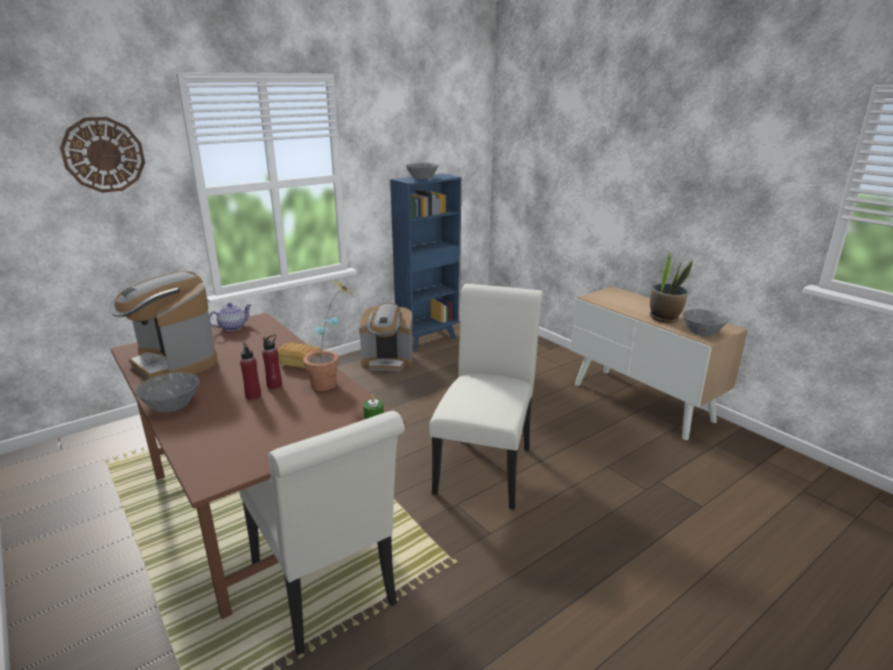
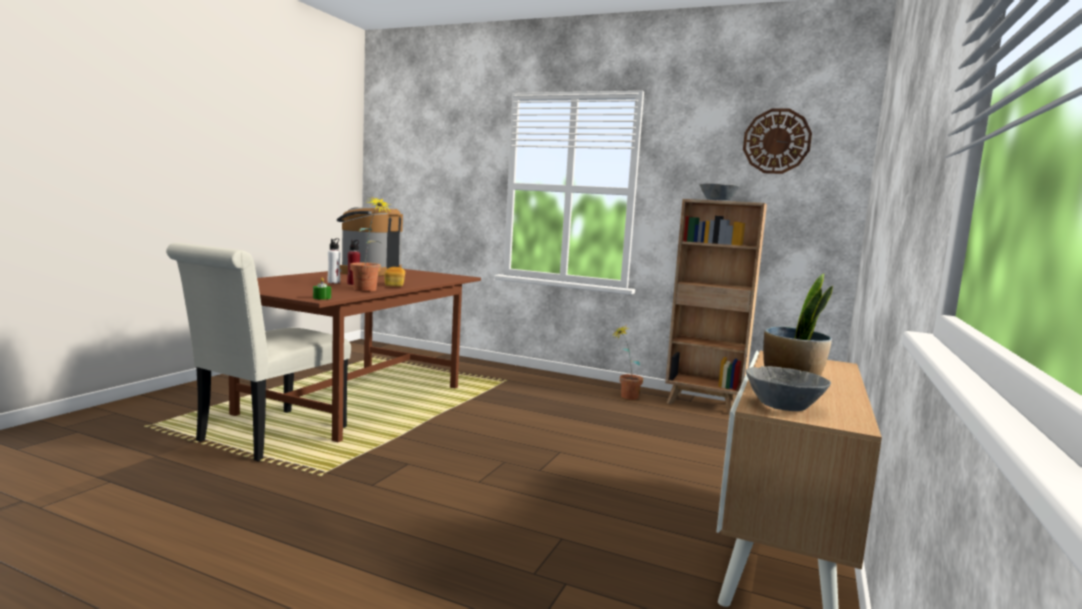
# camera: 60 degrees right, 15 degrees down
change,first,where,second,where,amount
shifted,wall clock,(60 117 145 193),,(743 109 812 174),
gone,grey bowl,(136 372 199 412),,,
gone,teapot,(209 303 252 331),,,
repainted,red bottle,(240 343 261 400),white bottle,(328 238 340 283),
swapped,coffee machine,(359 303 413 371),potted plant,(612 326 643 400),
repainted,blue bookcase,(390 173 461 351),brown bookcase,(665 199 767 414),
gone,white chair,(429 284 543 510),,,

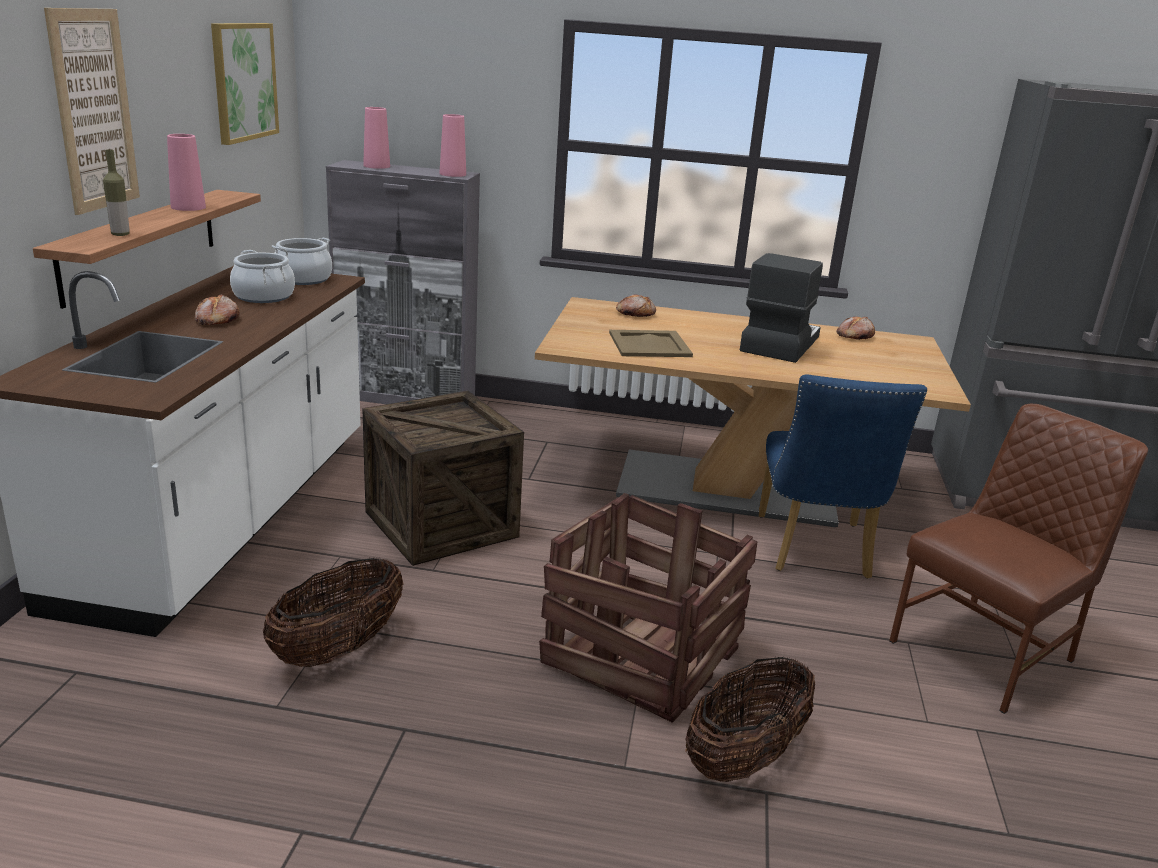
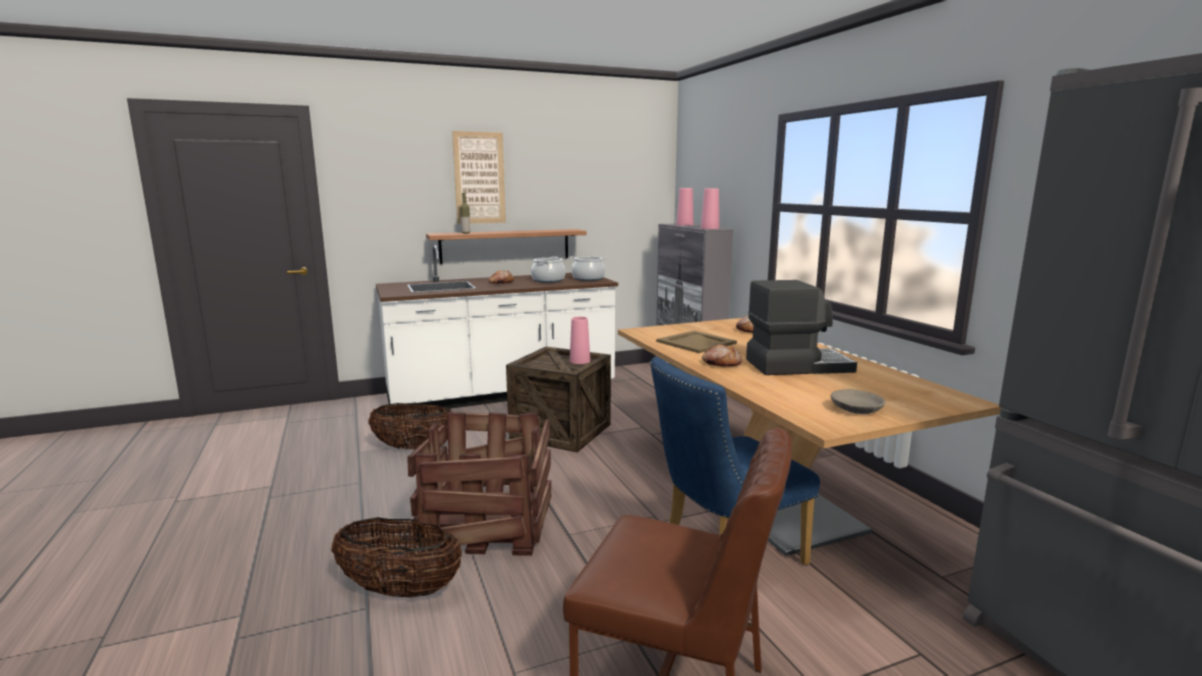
# camera: 60 degrees right, 10 degrees down
change,first,where,second,where,amount
shifted,pink vase,(167 134 206 211),,(570 317 590 364),
gone,picture,(211 23 279 145),,,
shifted,bread,(837 316 875 340),,(702 344 742 367),
new,,,grey bowl,(831 389 885 414),

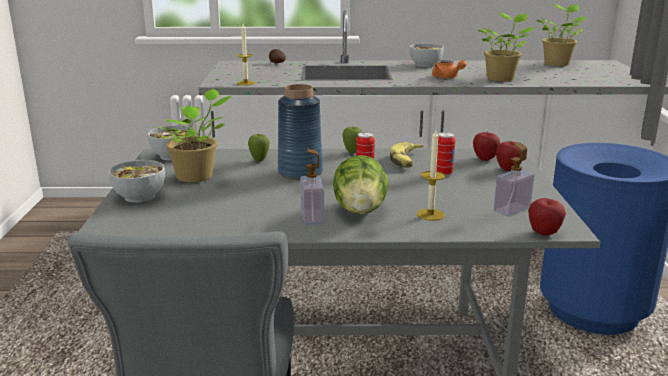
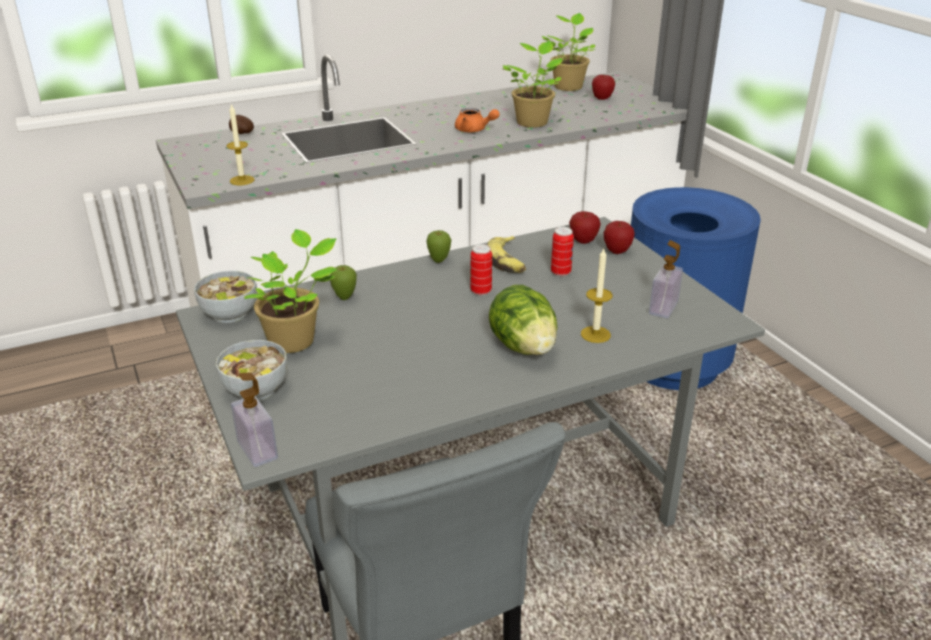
# camera: 25 degrees left, 10 degrees up
change,first,where,second,where,amount
gone,blue vase,(278 84 323 180),,,
shifted,soap dispenser,(300 149 324 225),,(231 373 278 467),
gone,bowl,(410 44 444 67),,,
shifted,apple,(528 198 566 236),,(592 75 615 100),

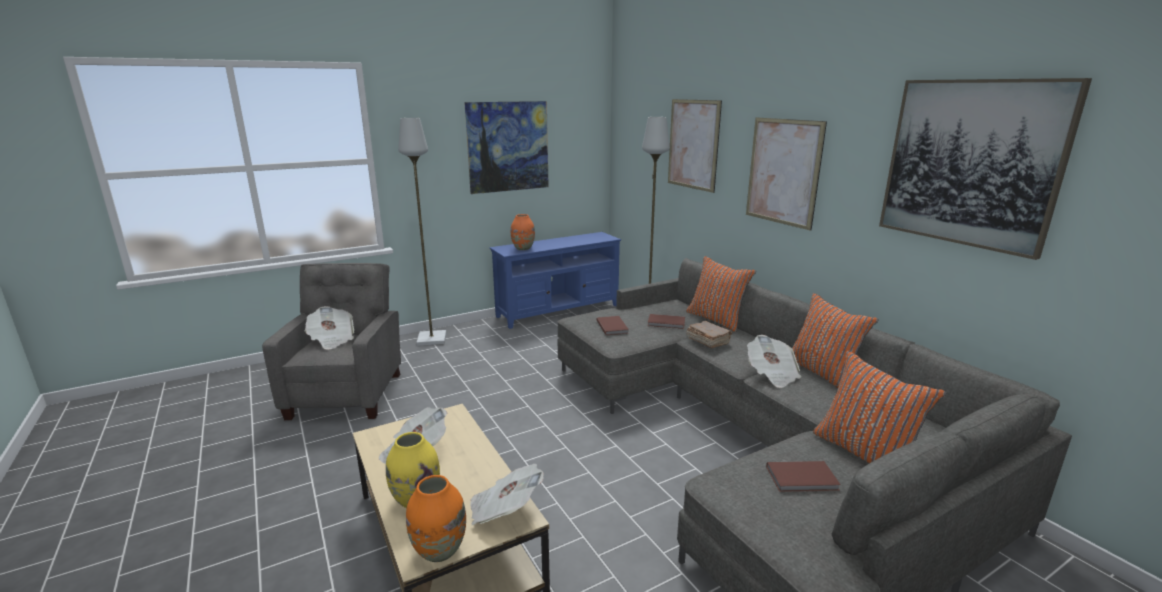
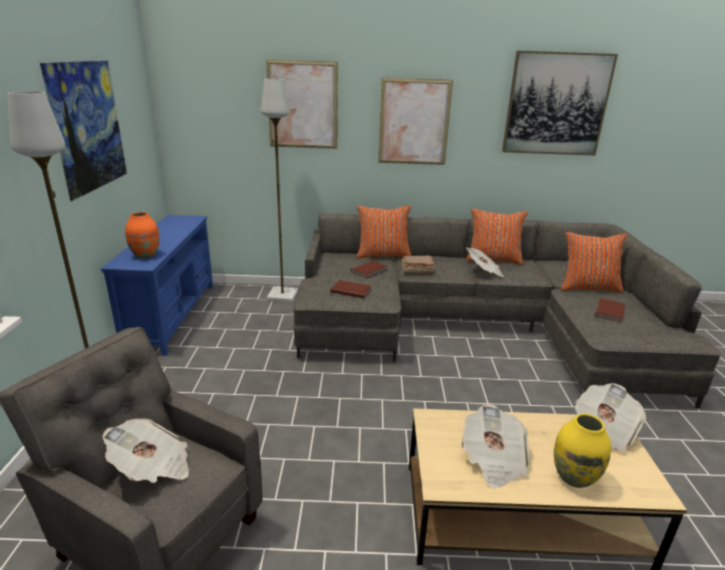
# camera: 60 degrees left, 5 degrees up
change,first,where,second,where,amount
gone,orange vase,(406 475 466 562),,,

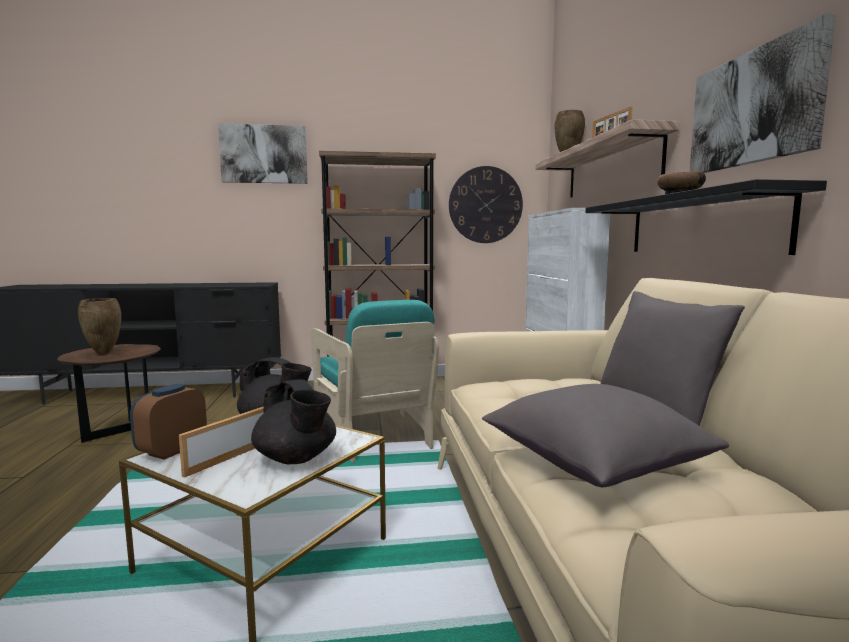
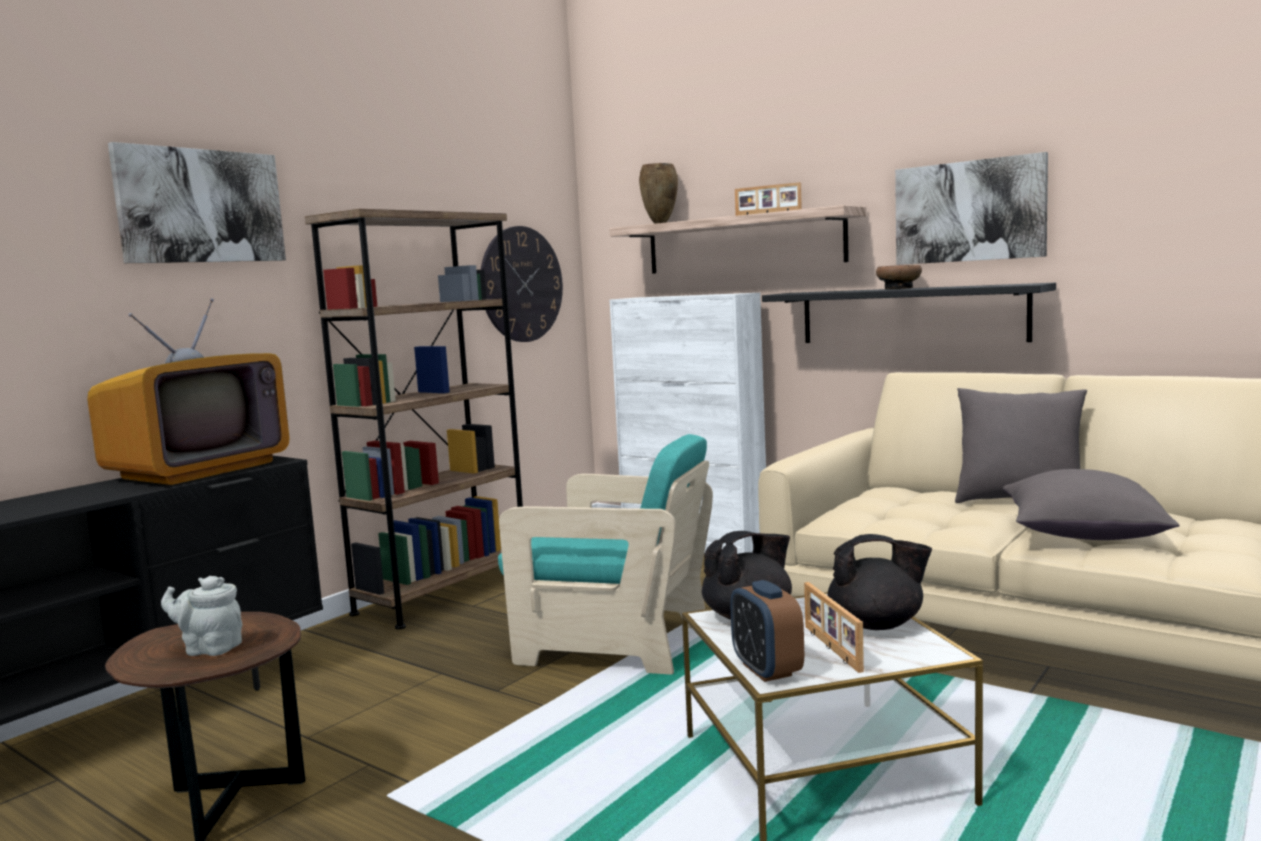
# camera: 45 degrees left, 0 degrees up
change,first,where,second,where,amount
swapped,brown vase,(78 298 121 355),grey teapot,(161 576 242 656),
new,,,television,(87 298 289 485),

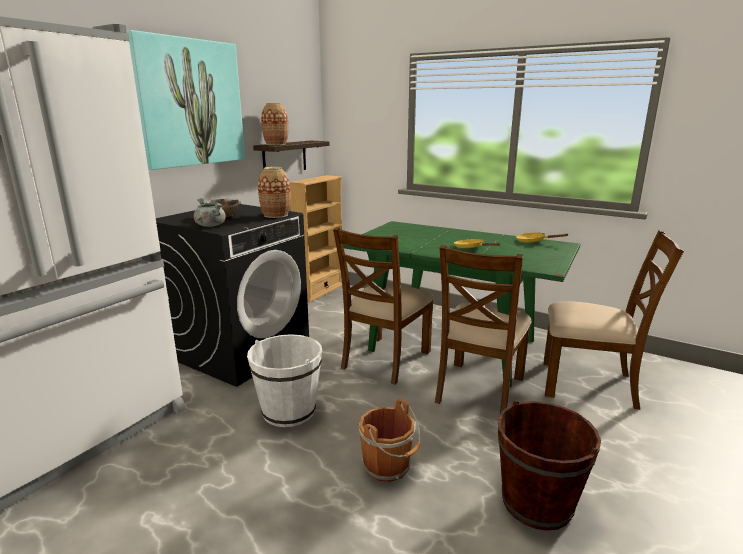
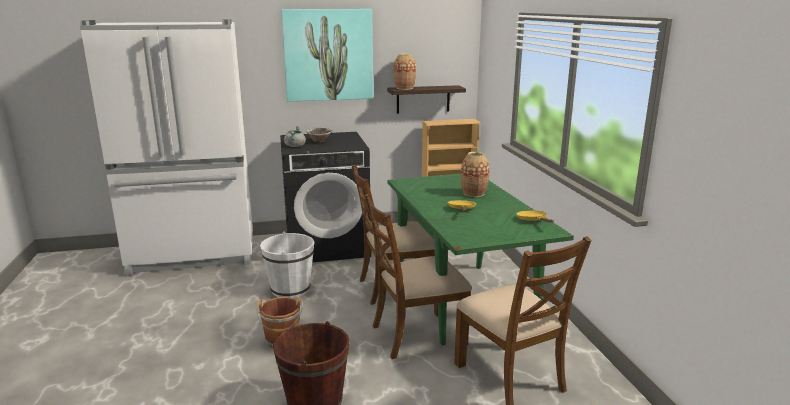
# camera: 45 degrees right, 0 degrees up
change,first,where,second,where,amount
shifted,vase,(258 167 291 218),,(461 152 490 197),

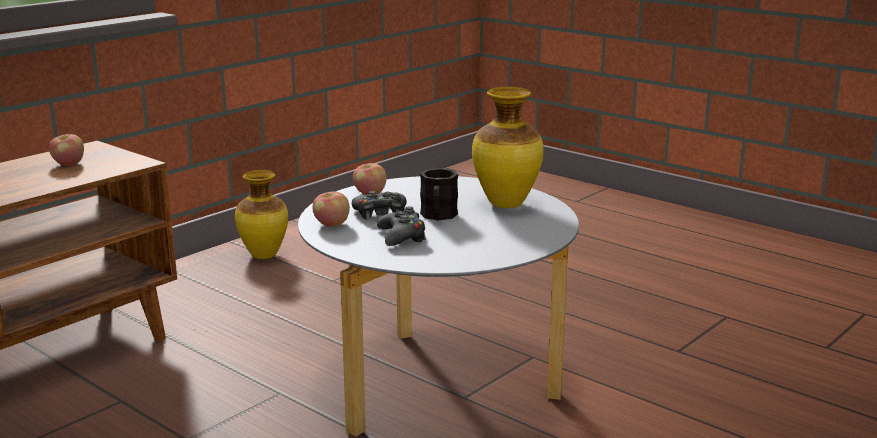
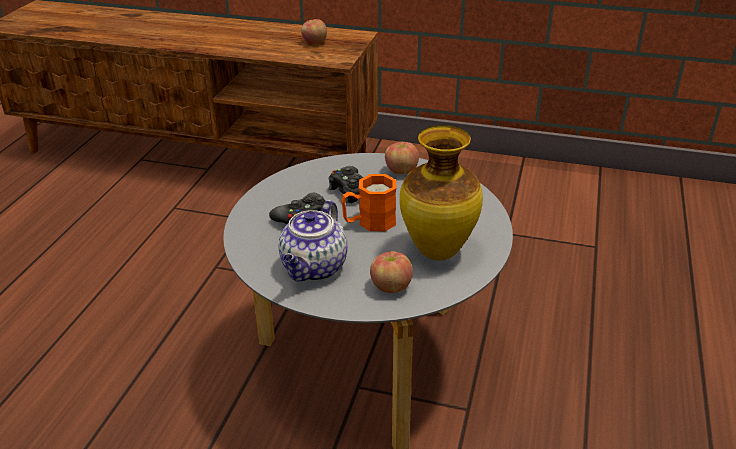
# camera: 65 degrees right, 15 degrees up
change,first,where,second,where,amount
gone,vase,(235 170 288 259),,,
shifted,apple,(313 192 350 227),,(370 251 413 293),
repainted,black mug,(420 168 458 220),orange mug,(341 174 396 231),
new,,,teapot,(278 200 348 282),

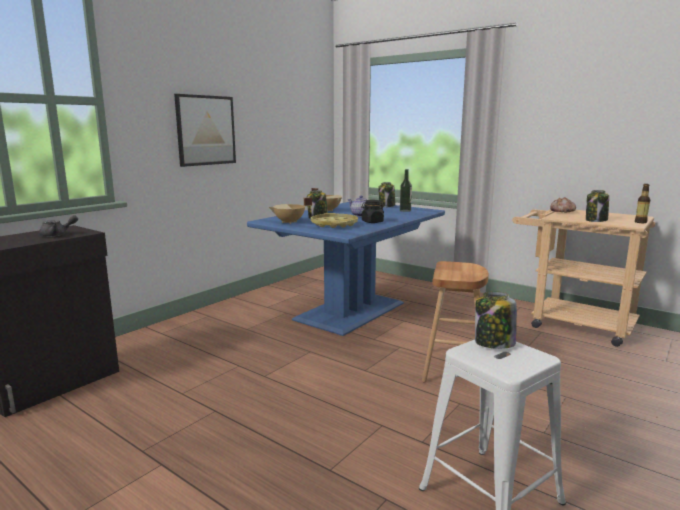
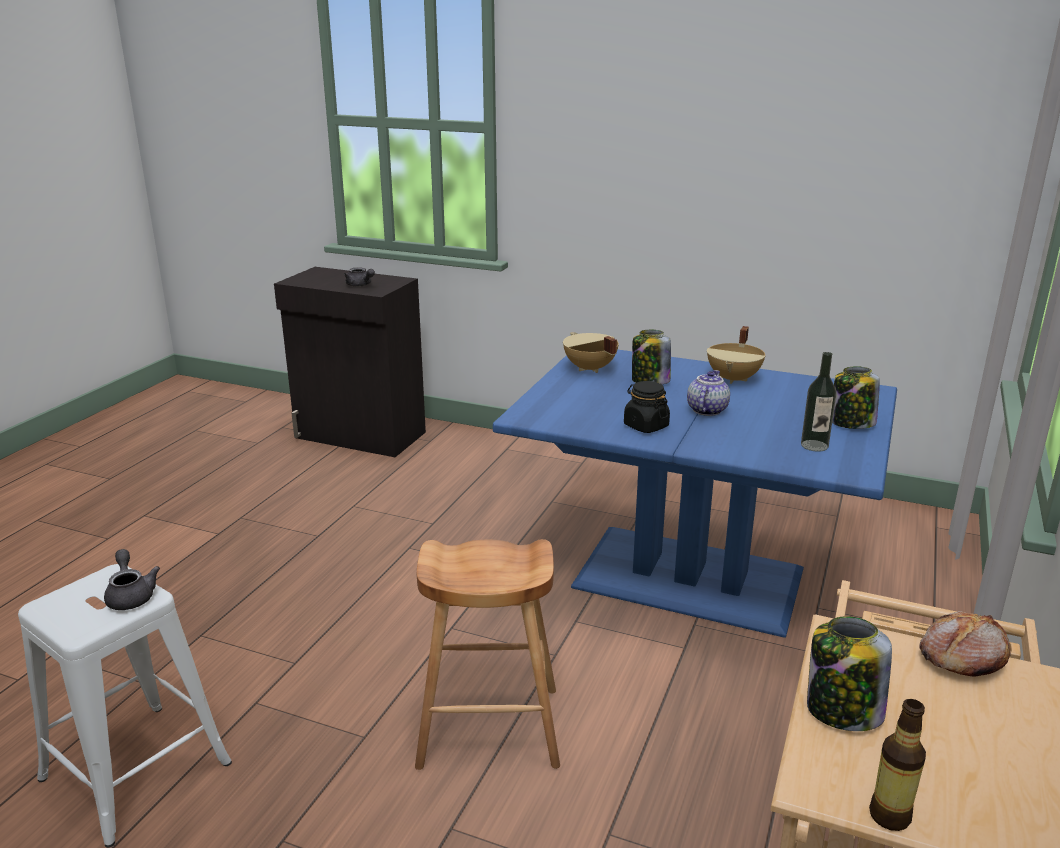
# camera: 75 degrees right, 10 degrees up
change,first,where,second,where,amount
gone,picture,(174 94 236 167),,,
gone,yellow tray,(311 213 358 228),,,
swapped,jar,(475 291 517 349),grey teapot,(104 549 160 610),

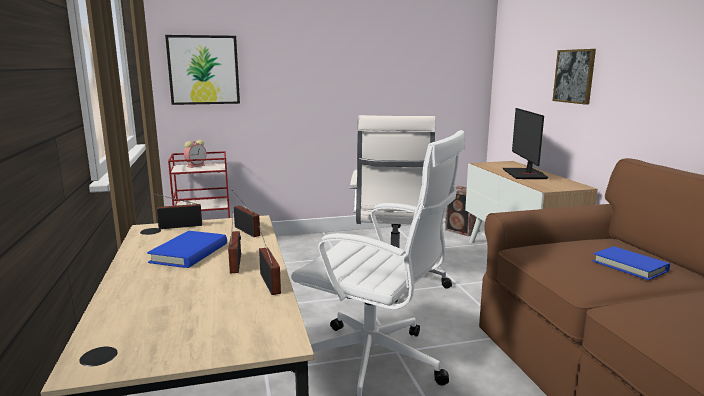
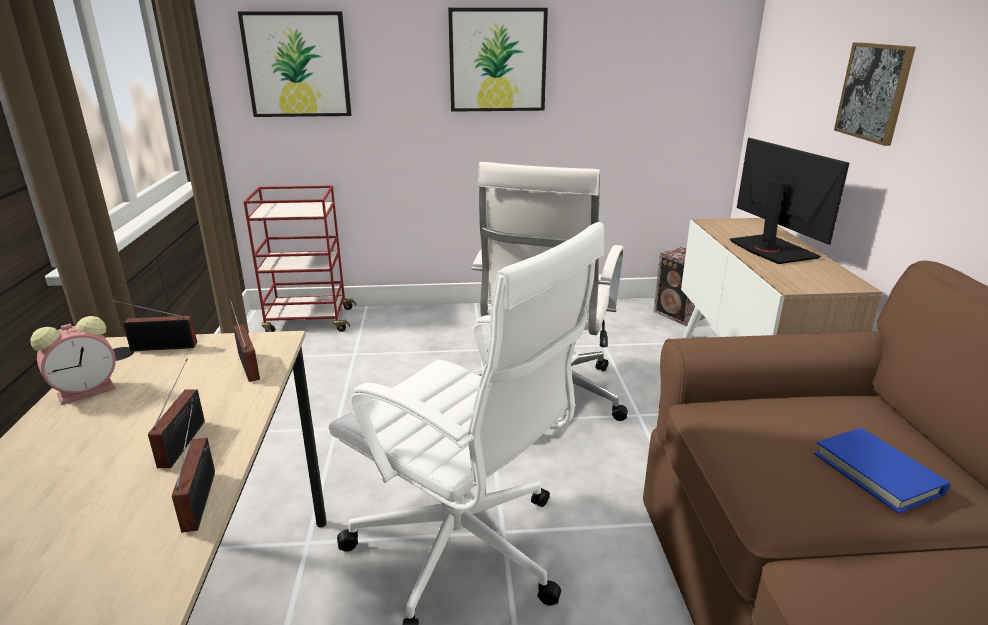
# camera: 10 degrees right, 10 degrees up
change,first,where,second,where,amount
gone,blue book,(147 231 227 268),,,
shifted,alarm clock,(184 140 207 168),,(30 316 116 405),
rotated,monitor,(503 108 549 179),,(730 138 849 264),150 degrees clockwise
new,,,picture,(448 8 548 112),

